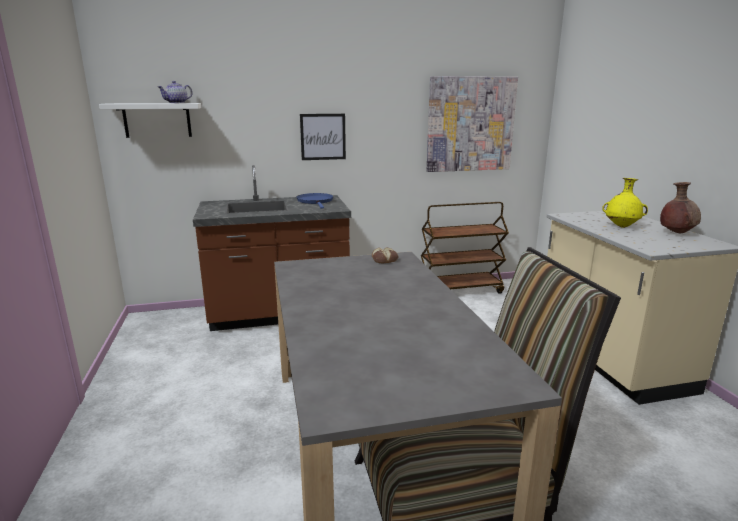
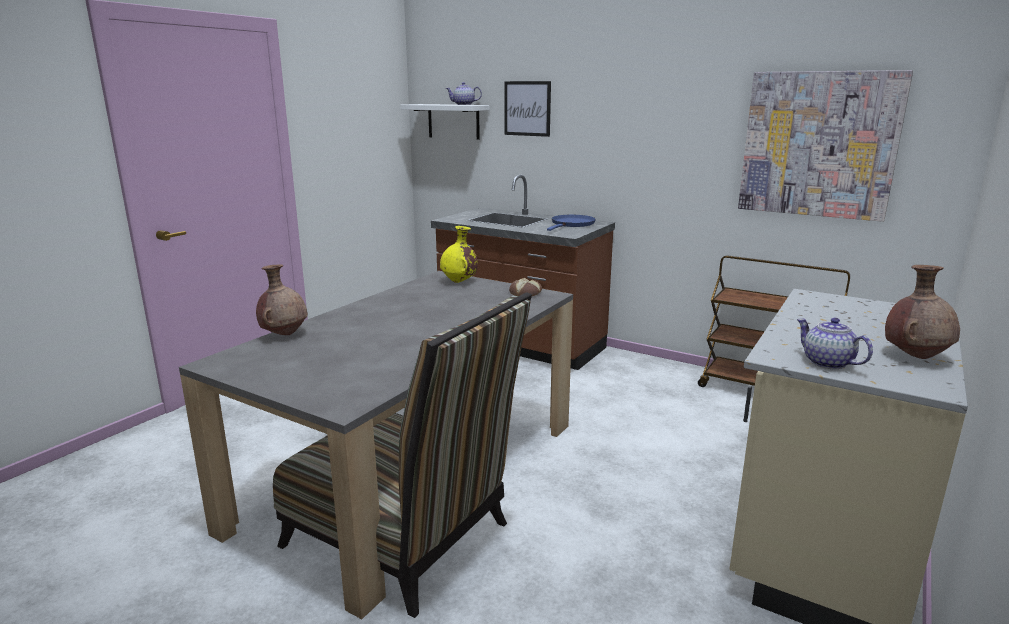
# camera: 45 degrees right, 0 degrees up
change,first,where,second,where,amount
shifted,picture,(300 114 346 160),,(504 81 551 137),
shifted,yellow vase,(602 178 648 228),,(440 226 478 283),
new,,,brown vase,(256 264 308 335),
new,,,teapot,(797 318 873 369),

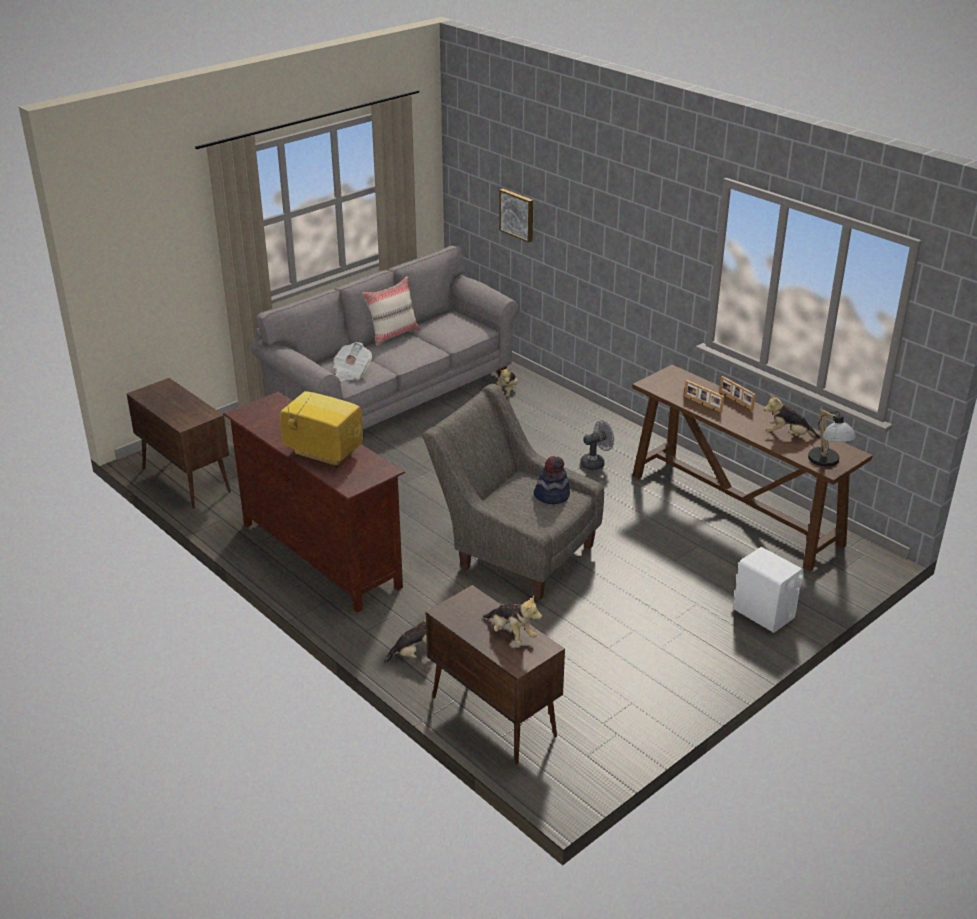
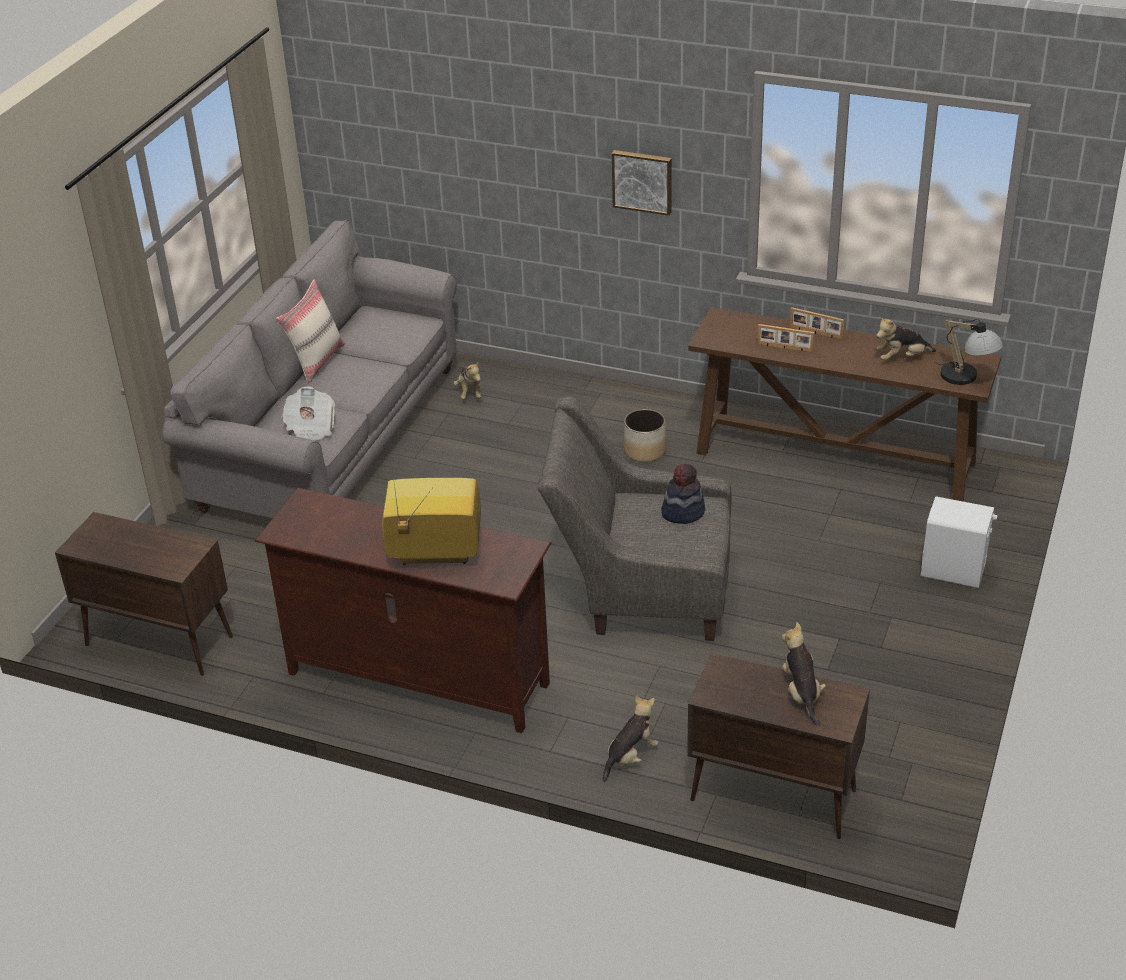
# camera: 25 degrees left, 5 degrees up
change,first,where,second,where,amount
rotated,plush toy,(483 596 542 644),,(782 622 826 726),120 degrees counterclockwise
shifted,picture,(499 189 533 243),,(612 150 672 216),
swapped,grey fan,(580 420 614 470),planter,(624 409 666 462),

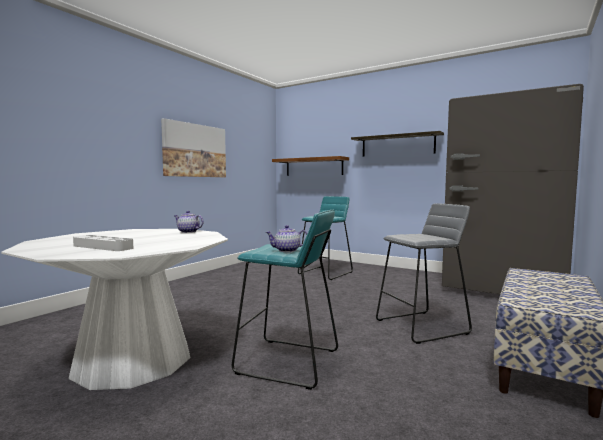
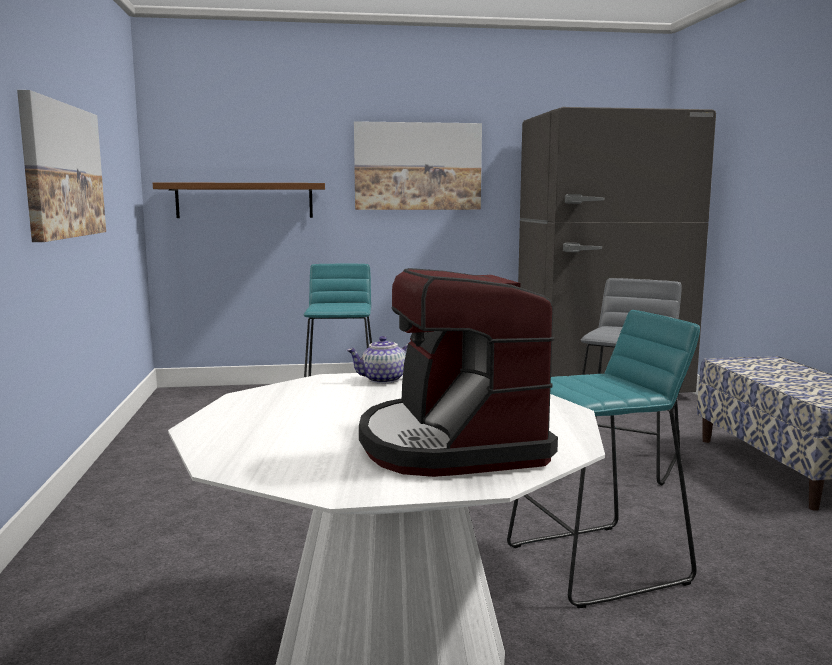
# camera: 40 degrees left, 5 degrees up
change,first,where,second,where,amount
swapped,grey tray,(73 235 133 251),coffee machine,(359 268 558 477),
gone,teapot,(265 225 308 252),,,
swapped,shelf,(351 131 444 157),picture,(354 121 482 210),

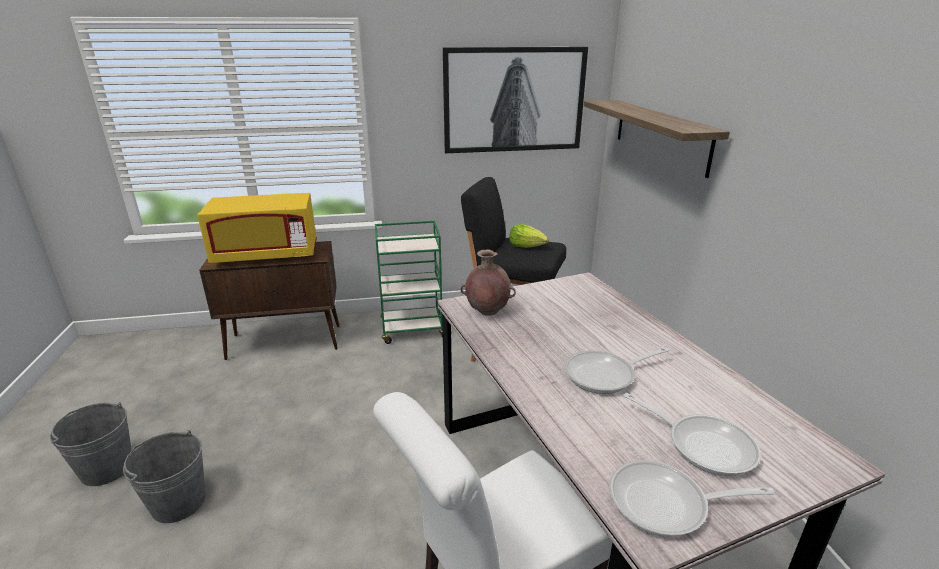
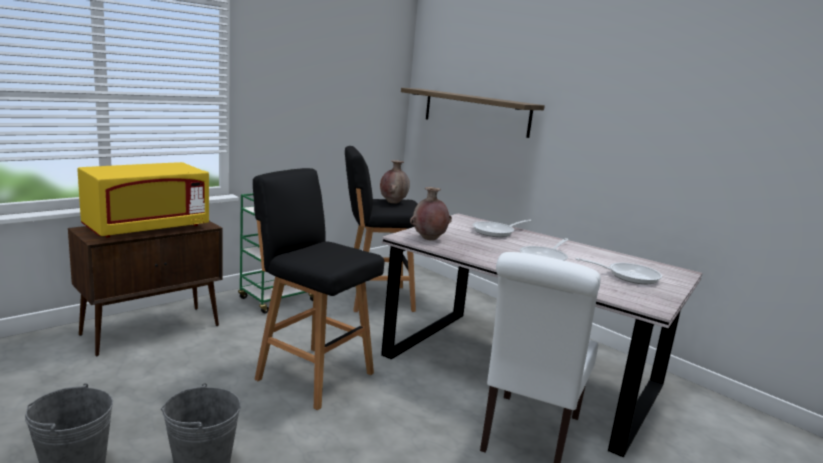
# camera: 35 degrees left, 10 degrees down
change,first,where,second,where,amount
gone,picture,(443 47 588 153),,,
swapped,lettuce,(509 224 549 248),brown vase,(380 160 410 203),
shifted,frying pan,(609 460 775 537),,(472 220 532 237),
new,,,black stool,(253 168 384 410),

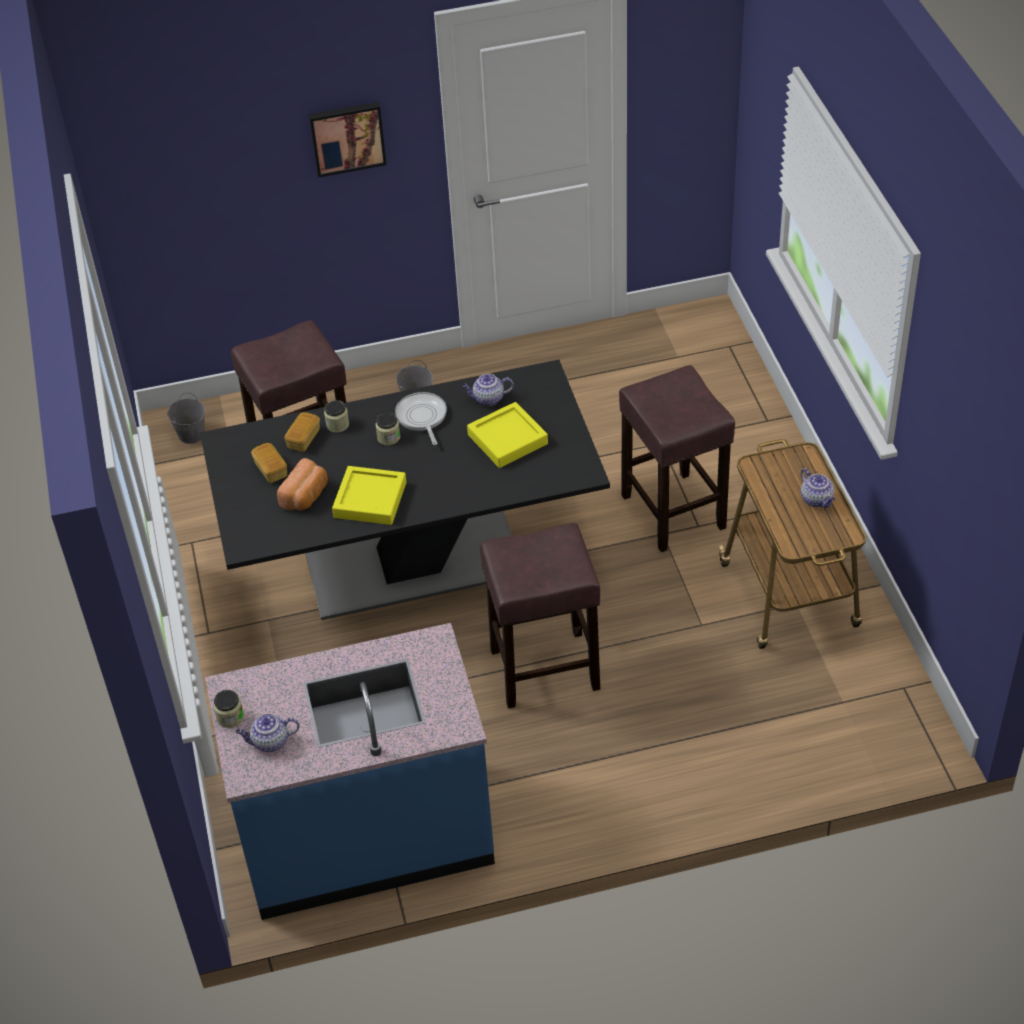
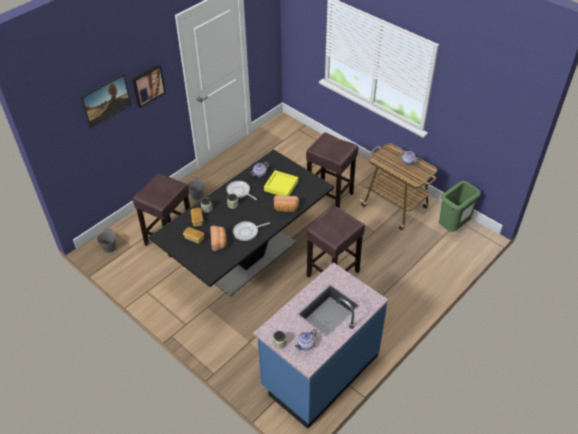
# camera: 35 degrees left, 0 degrees up
change,first,where,second,where,amount
swapped,yellow tray,(332 466 406 525),frying pan,(233 221 270 241),
new,,,picture,(81 74 131 128),
new,,,bread,(274 195 299 212),
new,,,green trash can,(439 181 481 232),

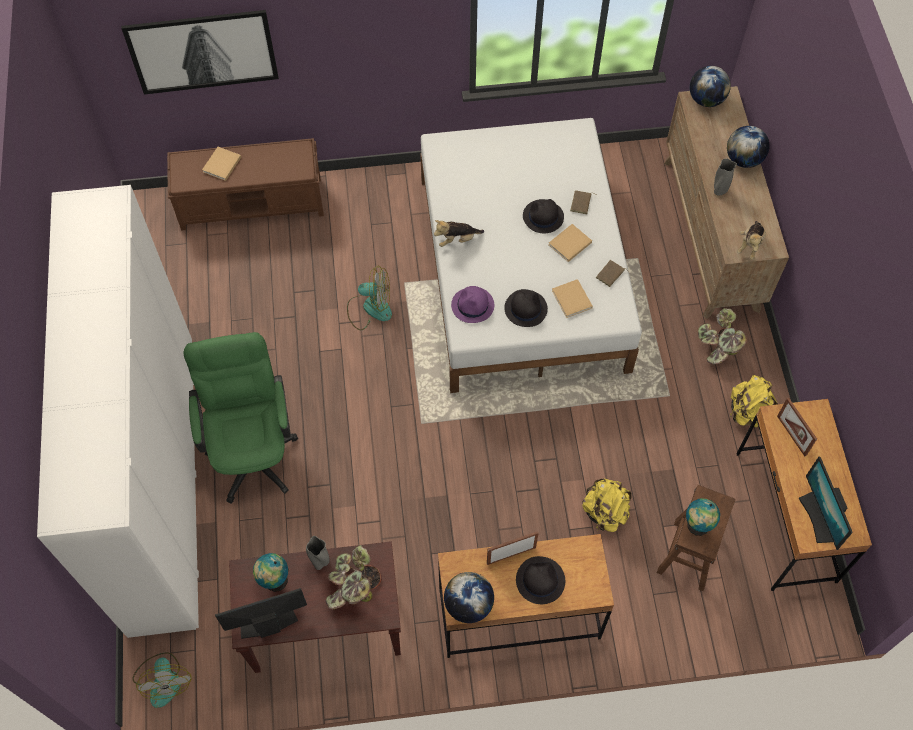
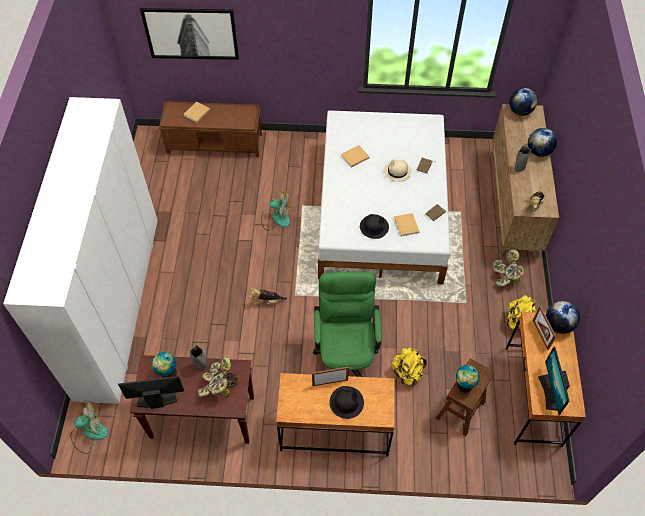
# camera: 10 degrees right, 5 degrees down
change,first,where,second,where,amount
rotated,fan,(132 652 192 708),,(71 401 108 454),105 degrees counterclockwise
shifted,green office chair,(183 332 298 504),,(313 272 382 377),
shifted,plush toy,(434 220 484 247),,(249 288 287 305),
shifted,globe,(444 572 494 623),,(546 301 580 334),
gone,purple hat,(451 286 494 323),,,
repainted,black hat,(523 199 564 233),beige hat,(384 160 412 182),
shifted,beige book,(549 224 592 262),,(341 145 370 168),

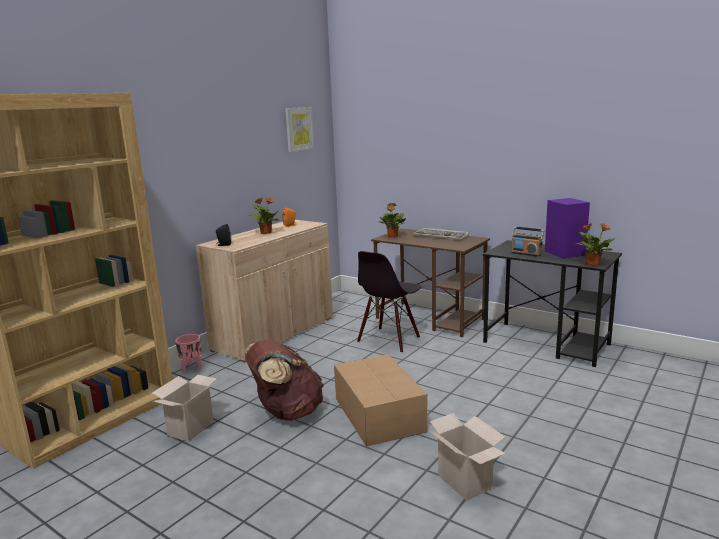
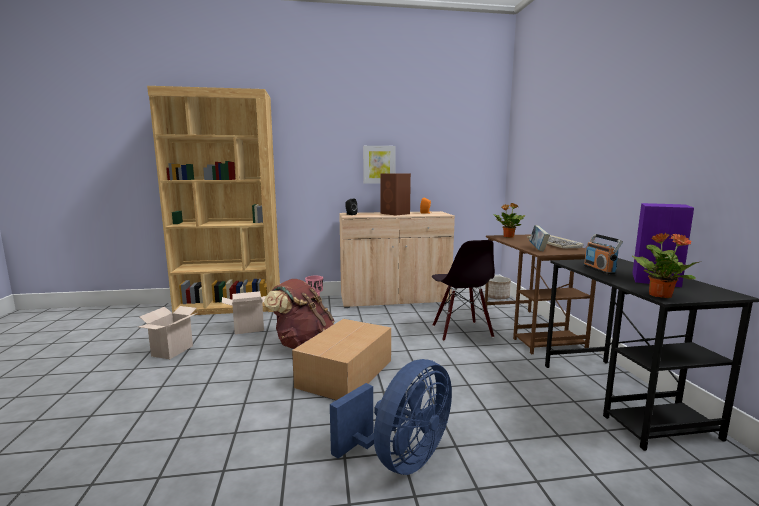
# camera: 45 degrees right, 5 degrees down
change,first,where,second,where,amount
swapped,potted plant,(248 197 280 234),brown speaker,(380 174 411 215),
shifted,picture,(285 107 314 152),,(363 146 396 184),
rotated,black chair,(357 251 421 353),,(432 240 495 341),90 degrees counterclockwise
shifted,cardboard box,(428 413 506 501),,(139 306 197 359),
new,,,blue fan,(330 359 452 475),
new,,,planter,(488 276 511 300),
new,,,book,(529 225 550 251),

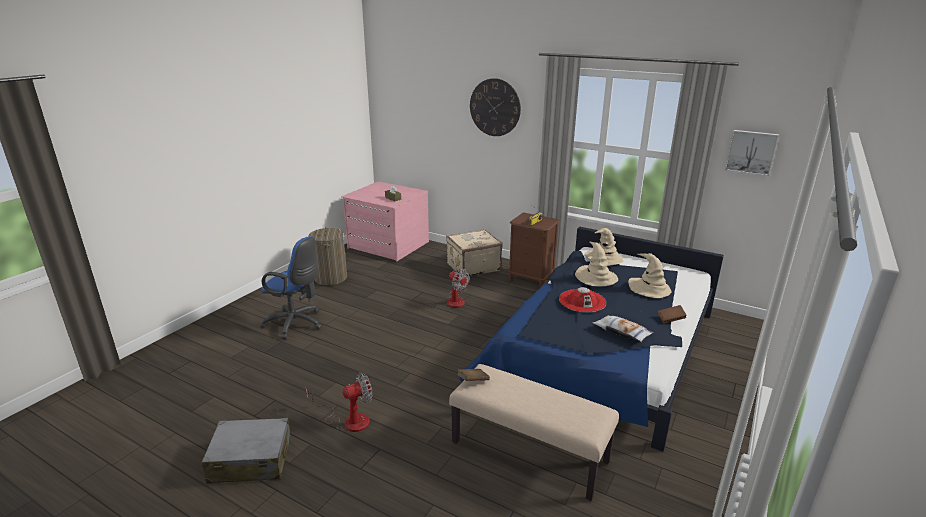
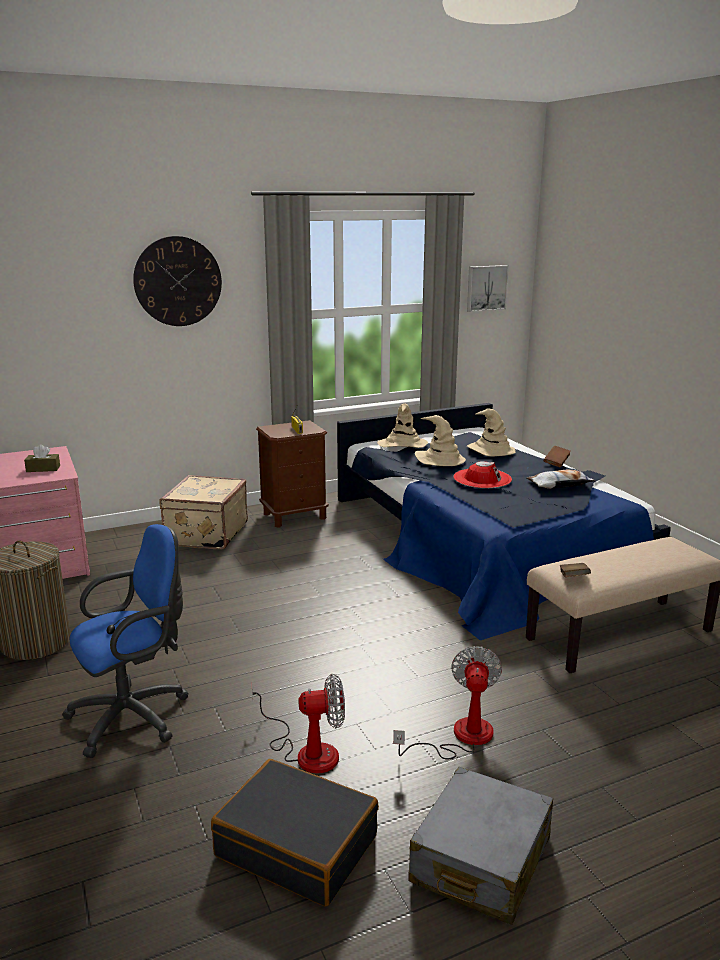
# camera: 55 degrees left, 5 degrees down
change,first,where,second,where,amount
shifted,fan,(447 269 470 308),,(252 674 345 774),
new,,,black suitcase,(211 759 379 907),

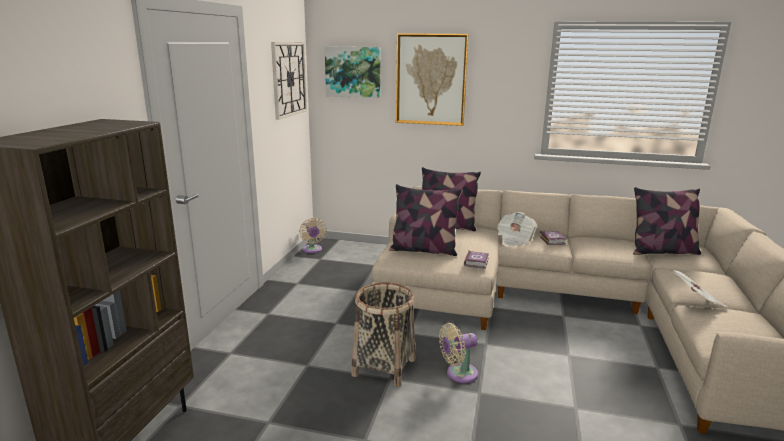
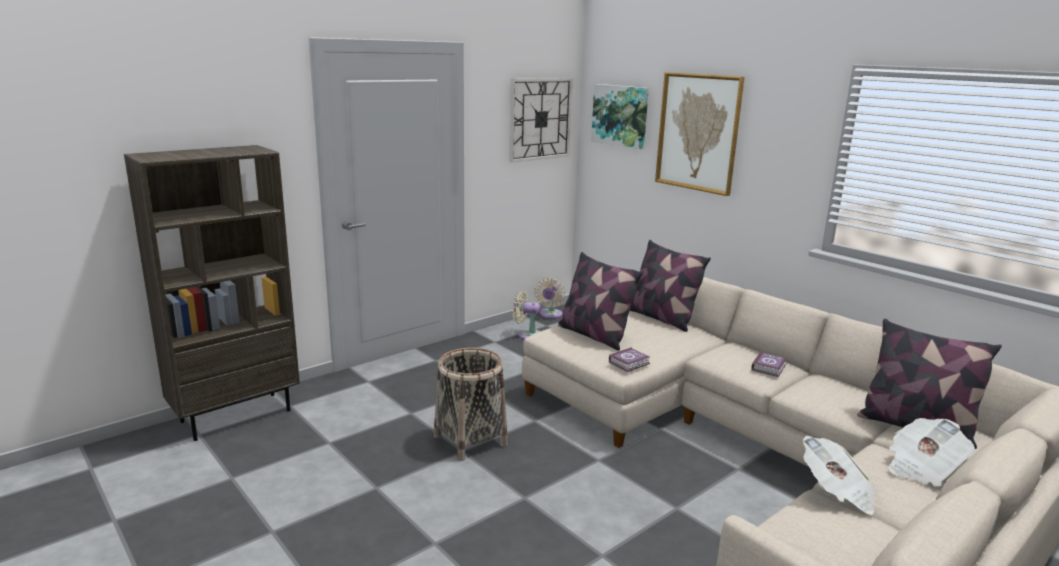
# camera: 35 degrees right, 0 degrees up
change,first,where,second,where,amount
shifted,beige fan,(439 323 478 383),,(512 291 541 339),
shifted,newspaper,(497 212 537 246),,(888 418 975 486),

